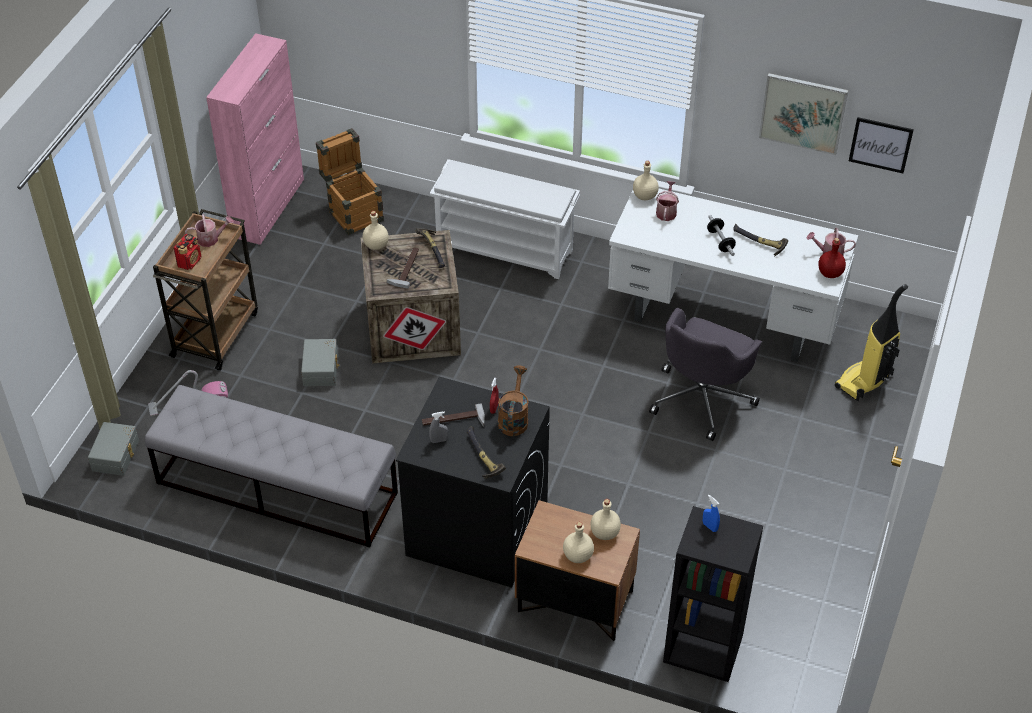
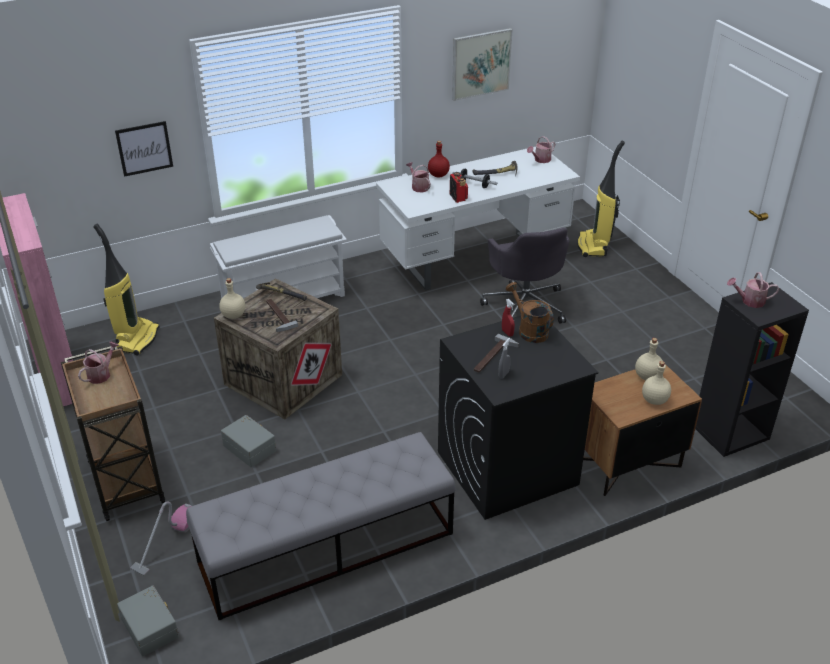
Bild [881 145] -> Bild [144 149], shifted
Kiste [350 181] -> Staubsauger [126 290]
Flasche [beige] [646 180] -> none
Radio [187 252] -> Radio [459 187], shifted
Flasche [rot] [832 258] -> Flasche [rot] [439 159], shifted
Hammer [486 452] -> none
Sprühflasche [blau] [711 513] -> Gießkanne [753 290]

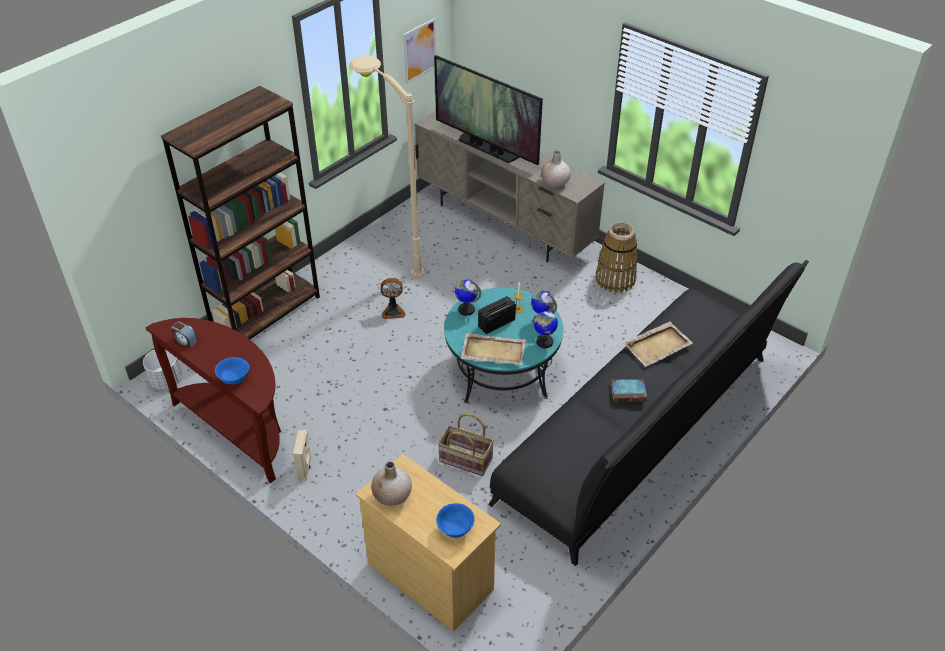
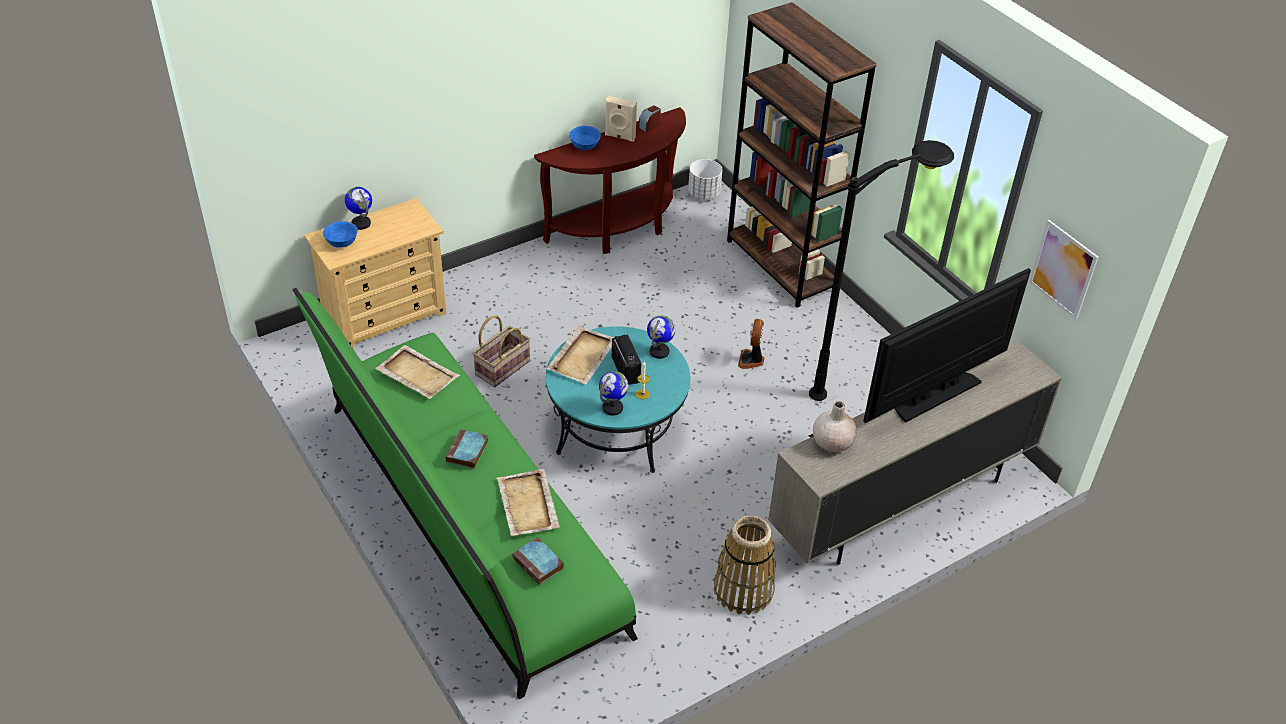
Stehlampe [beige] [387 166] -> Stehlampe [schwarz] [881 270]
Sofa [schwarz] [648 413] -> Sofa [grün] [465 493]
Globus [546 328] -> Globus [358 208], shifted
Lautsprecher [beige] [302 455] -> Lautsprecher [beige] [621 119], shifted
Vase [beige] [391 483] -> none
none -> Tablett [beige] [417 372]
none -> Buch [538 561]

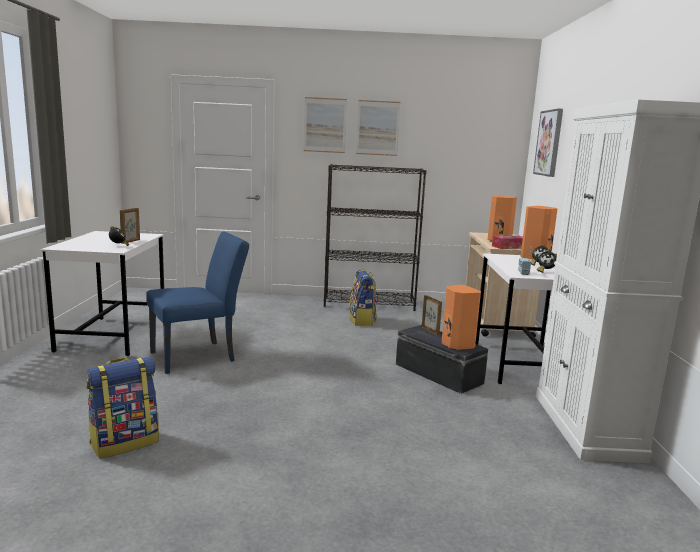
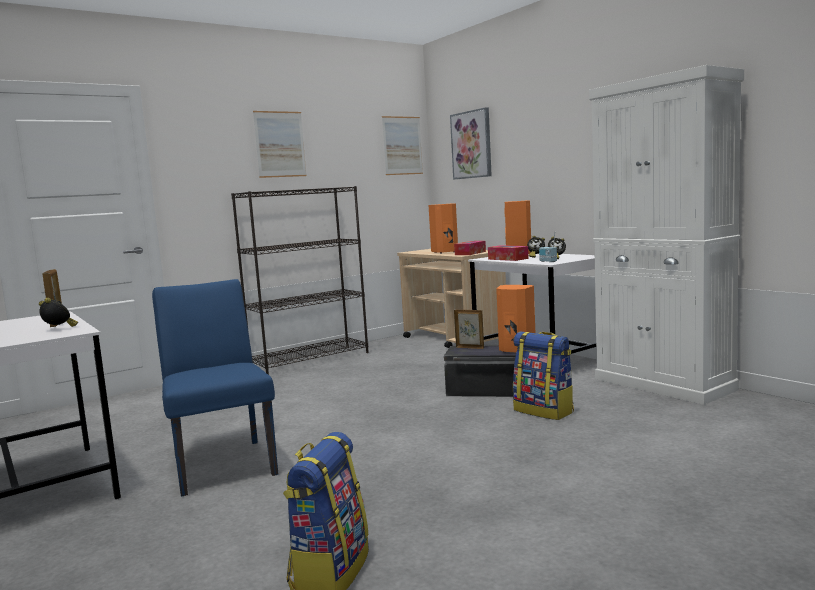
Bild [325 125] -> Bild [402 145], shifted
Stuhl [blau] [197 303] -> Stuhl [blau] [215 387], 45 degrees counterclockwise
Rucksack [363 297] -> Rucksack [543 375], shifted
none -> Taschentuchbox [508 253]

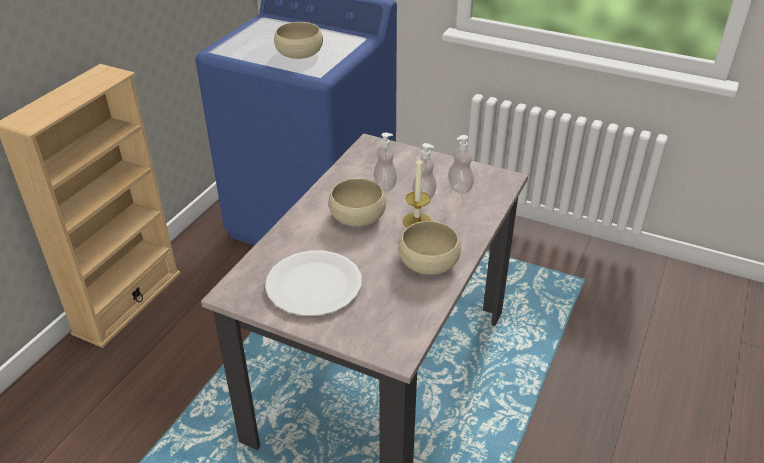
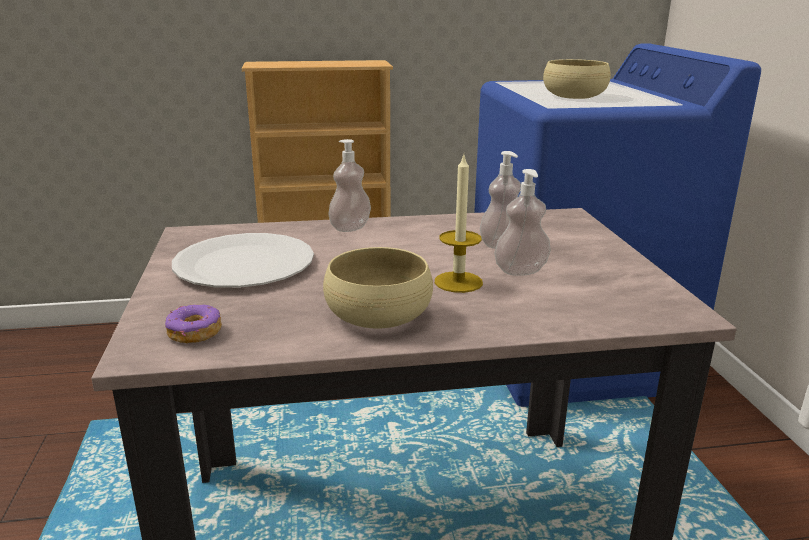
Seifenspender [461 164] -> Seifenspender [349 185], shifted
Schüssel [beige] [357 202] -> none
none -> Donut [193 323]

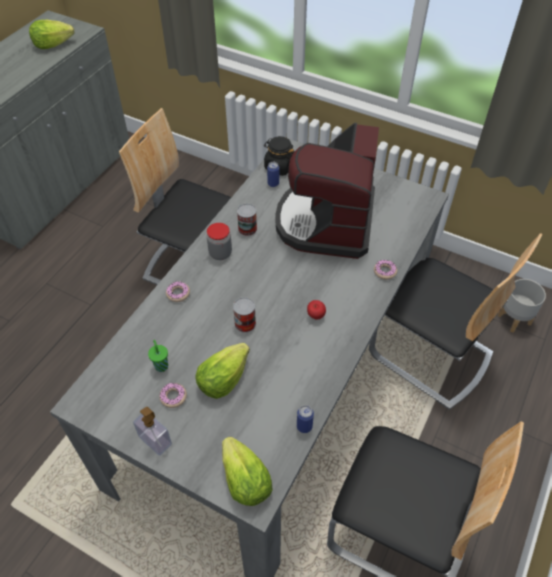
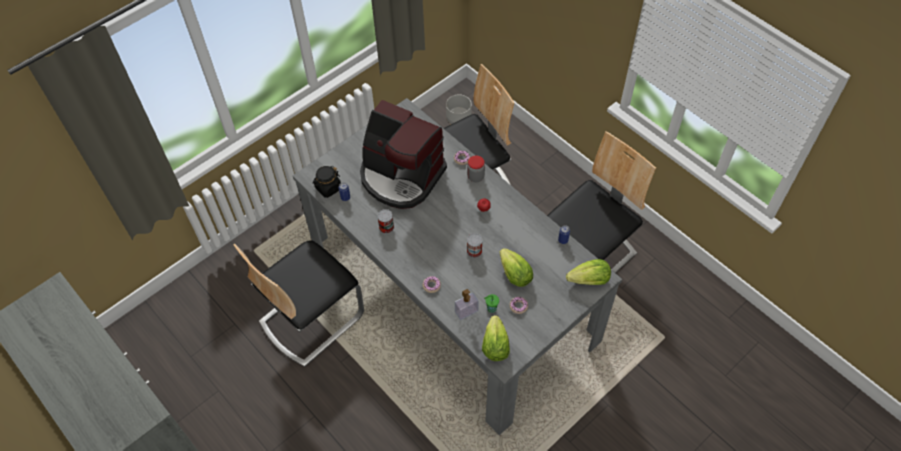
Salatkopf [51 34] -> Salatkopf [496 338], shifted
Vorratsglas [219 241] -> Vorratsglas [476 169], shifted
Seifenspender [152 431] -> Seifenspender [467 304], shifted

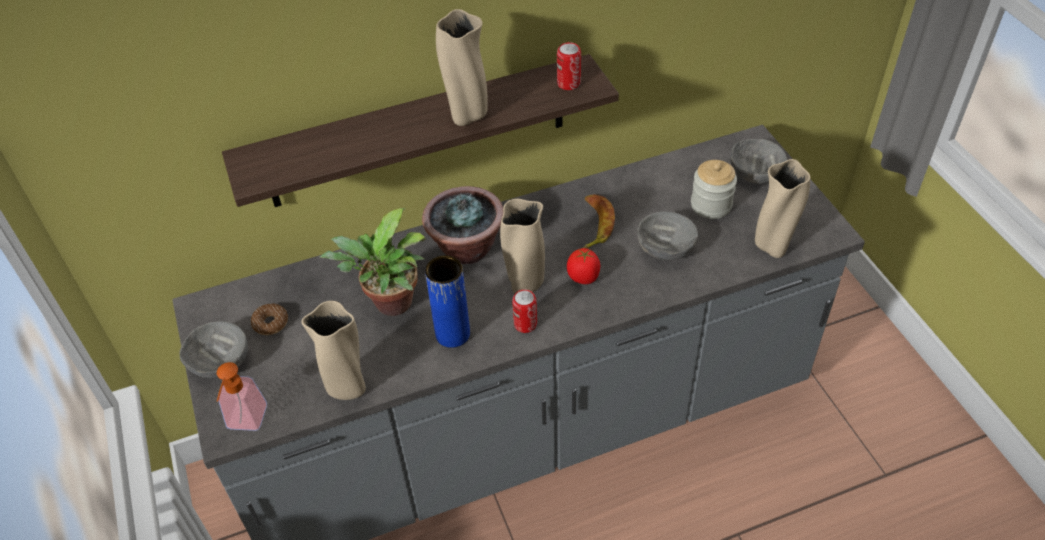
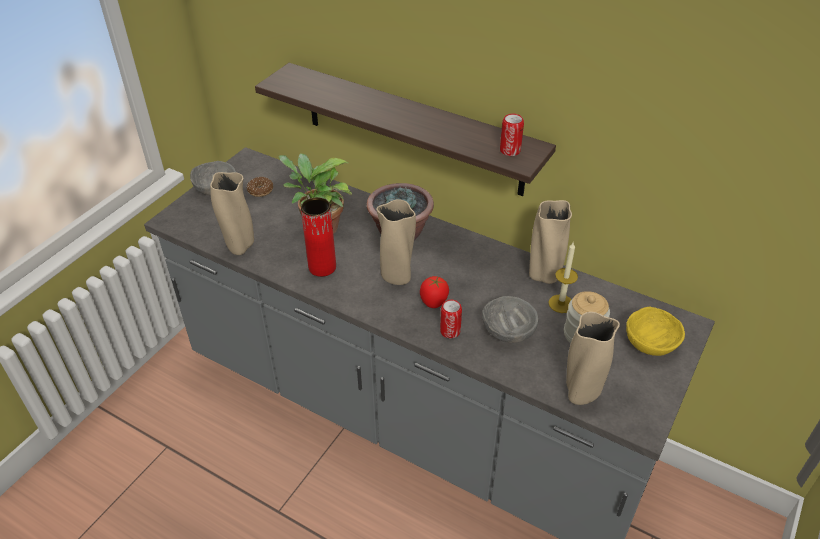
Vase [beige] [462 67] -> Vase [beige] [550 242], shifted
Schüssel [grau] [758 161] -> Schüssel [gelb] [655 331]
Banane [599 221] -> none
Vase [blau] [447 301] -> Vase [rot] [318 237]
Dose [524 311] -> Dose [451 319], shifted
Seifenspender [242 396] -> none
none -> Kerze [563 278]

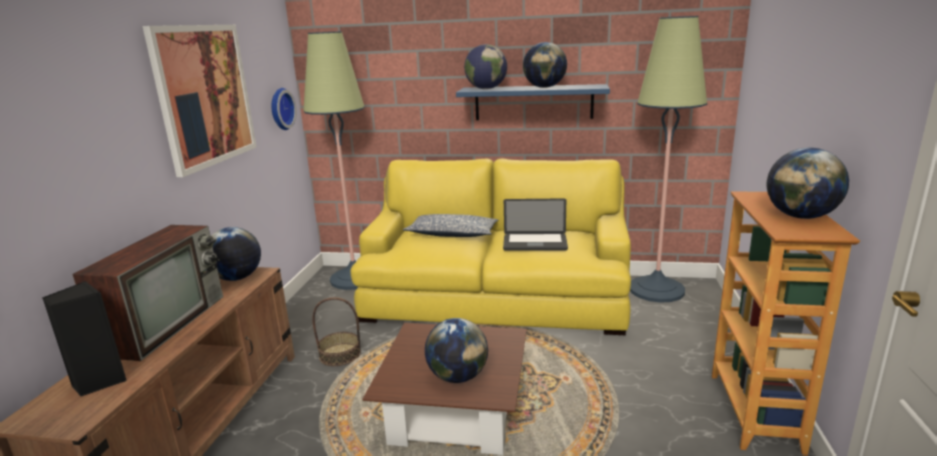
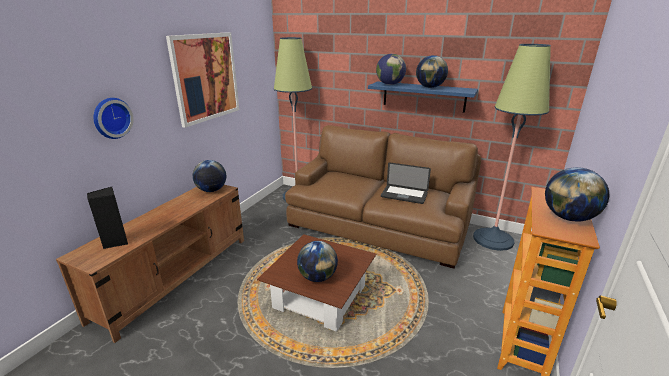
Wanduhr [284 109] -> Wanduhr [113 118], shifted
Sofa [gelb] [491 247] -> Sofa [braun] [383 197]
Kissen [450 225] -> none
Fernseher [147 293] -> none
Korb [336 331] -> none

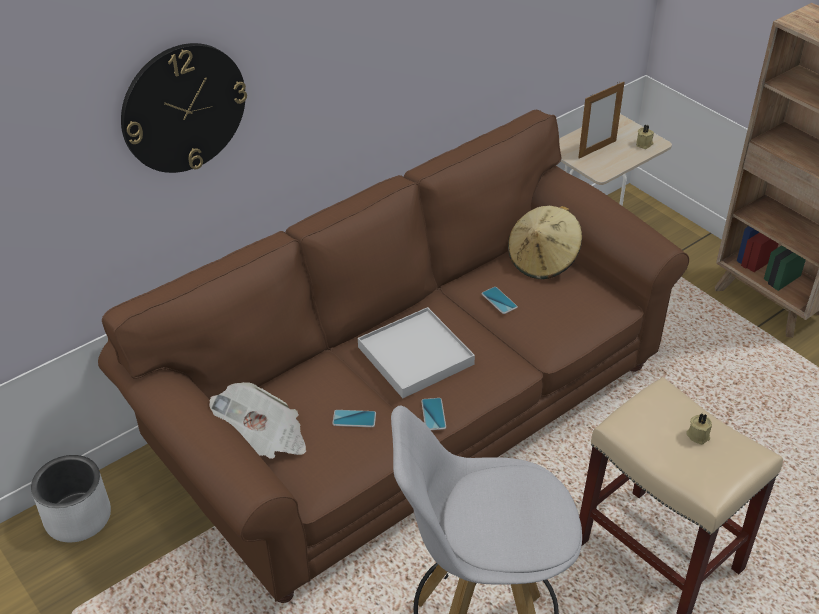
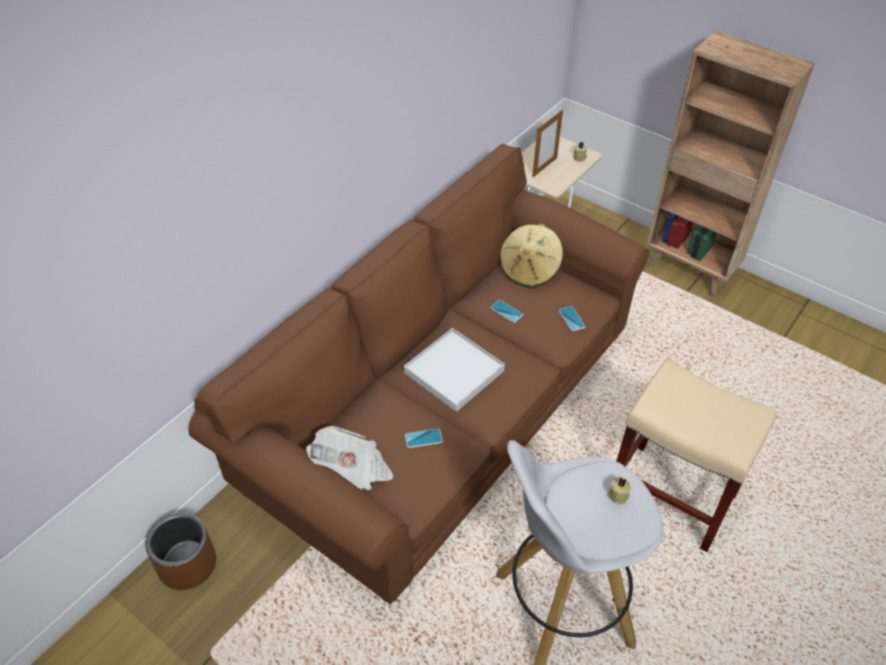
Wanduhr [184 108] -> none
Handy [433 414] -> Handy [572 318], shifted
Kerze [beige] [699 429] -> Kerze [beige] [619 490], shifted
Pflanzkübel [weiß] [71 498] -> Pflanzkübel [braun] [180 551]

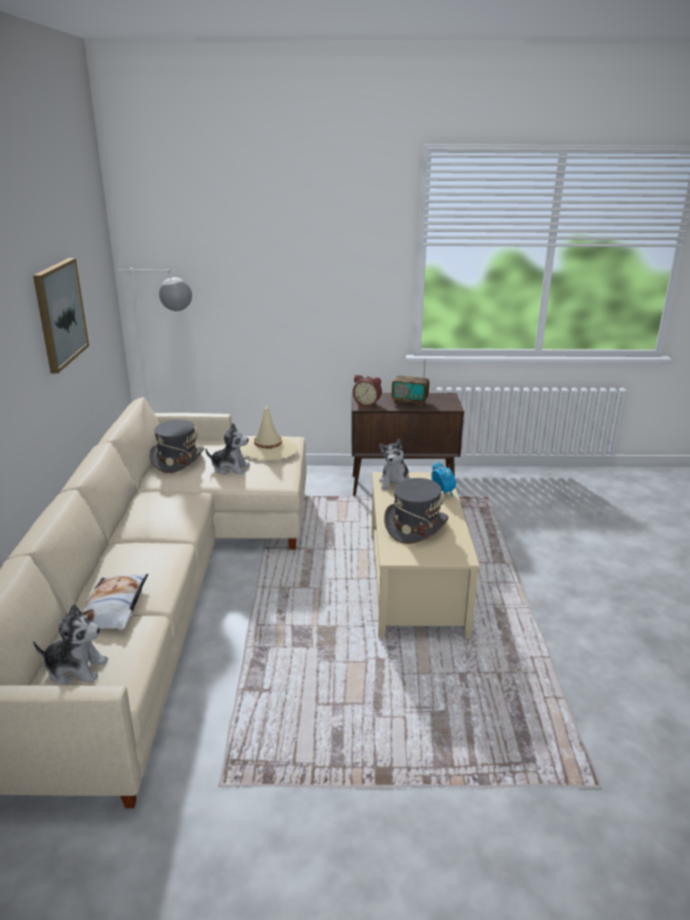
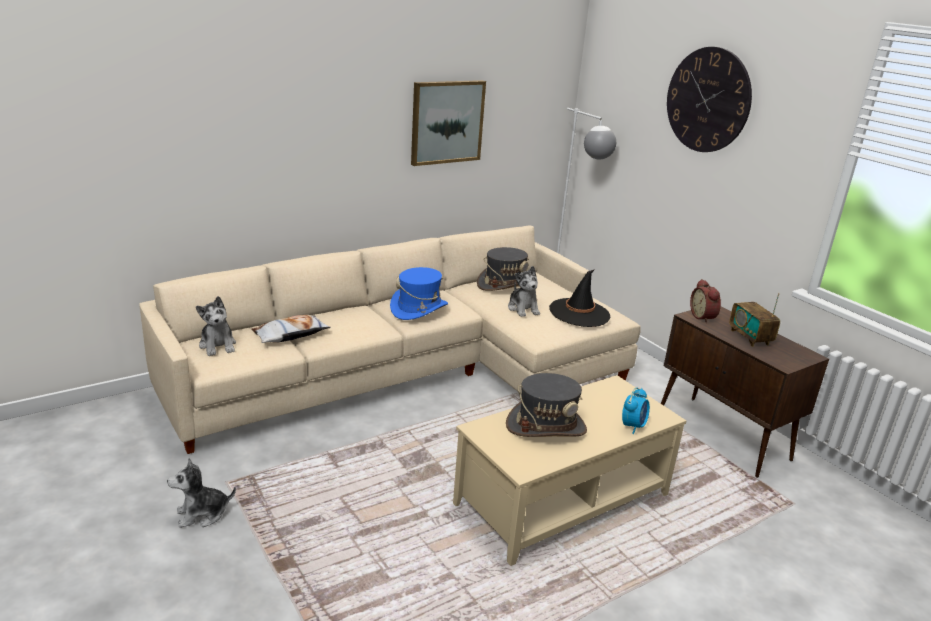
Hut [beige] [269 432] -> Hut [schwarz] [580 298]
Plüschtier [394 464] -> Plüschtier [201 493], shifted
none -> Wanduhr [709 99]
none -> Hut [blau] [419 293]

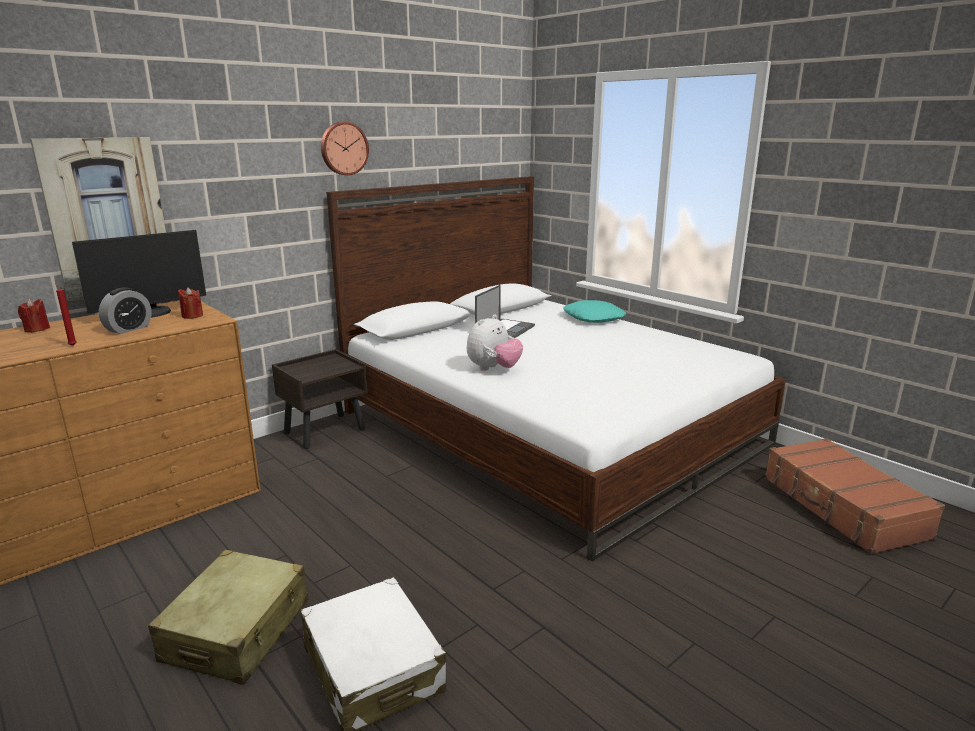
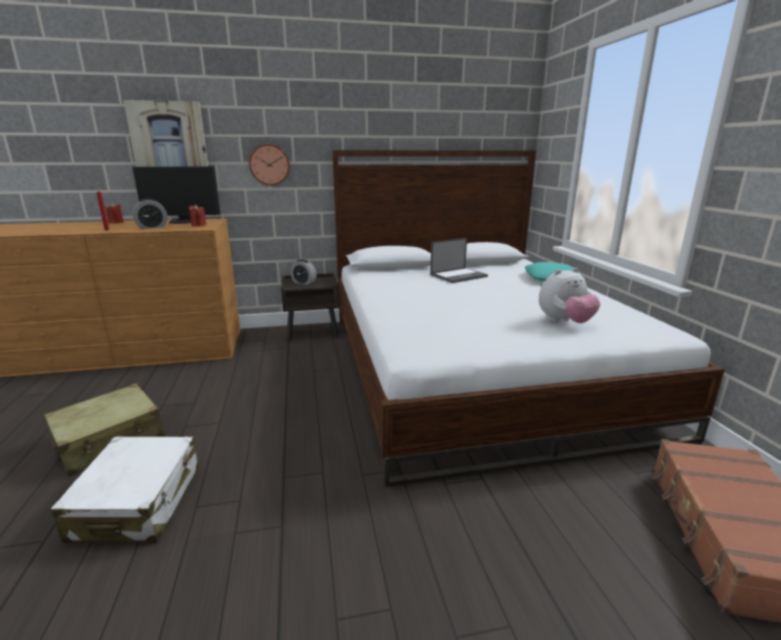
Wanduhr [345 148] -> Wanduhr [269 165], shifted
Plüschtier [495 343] -> Plüschtier [569 295], shifted
none -> Wecker [303 272]

